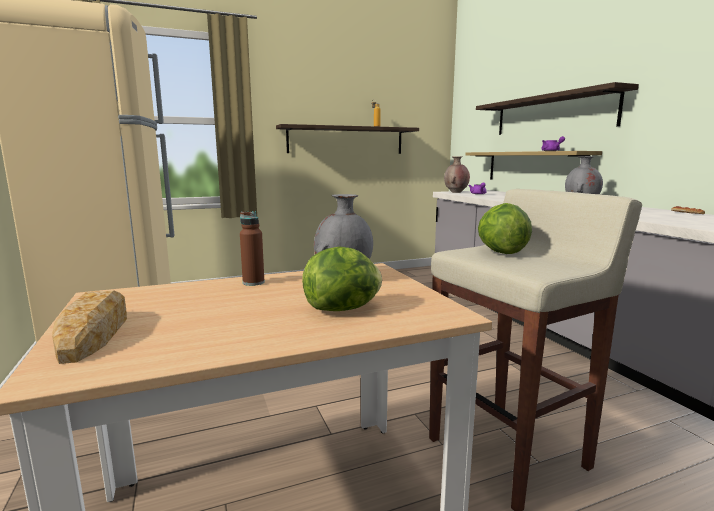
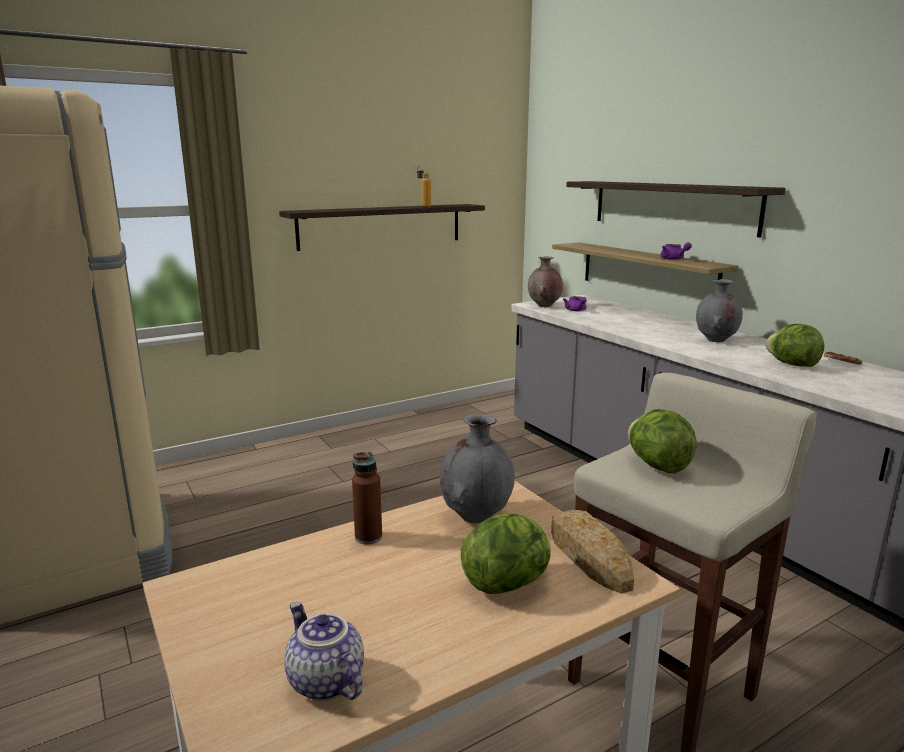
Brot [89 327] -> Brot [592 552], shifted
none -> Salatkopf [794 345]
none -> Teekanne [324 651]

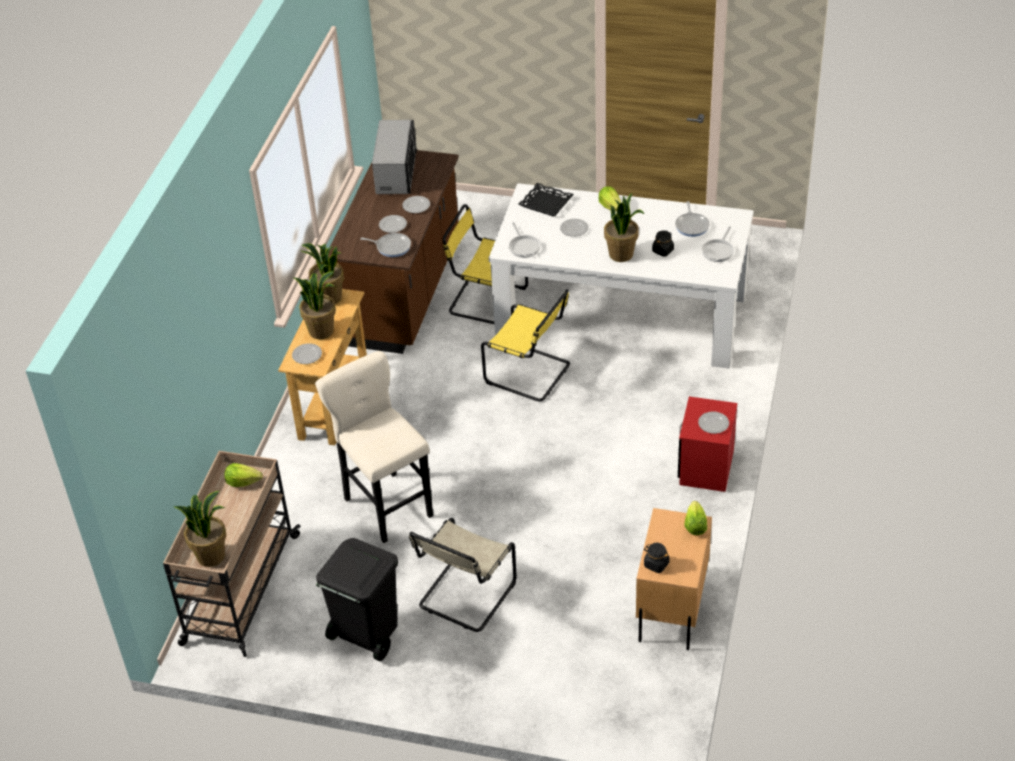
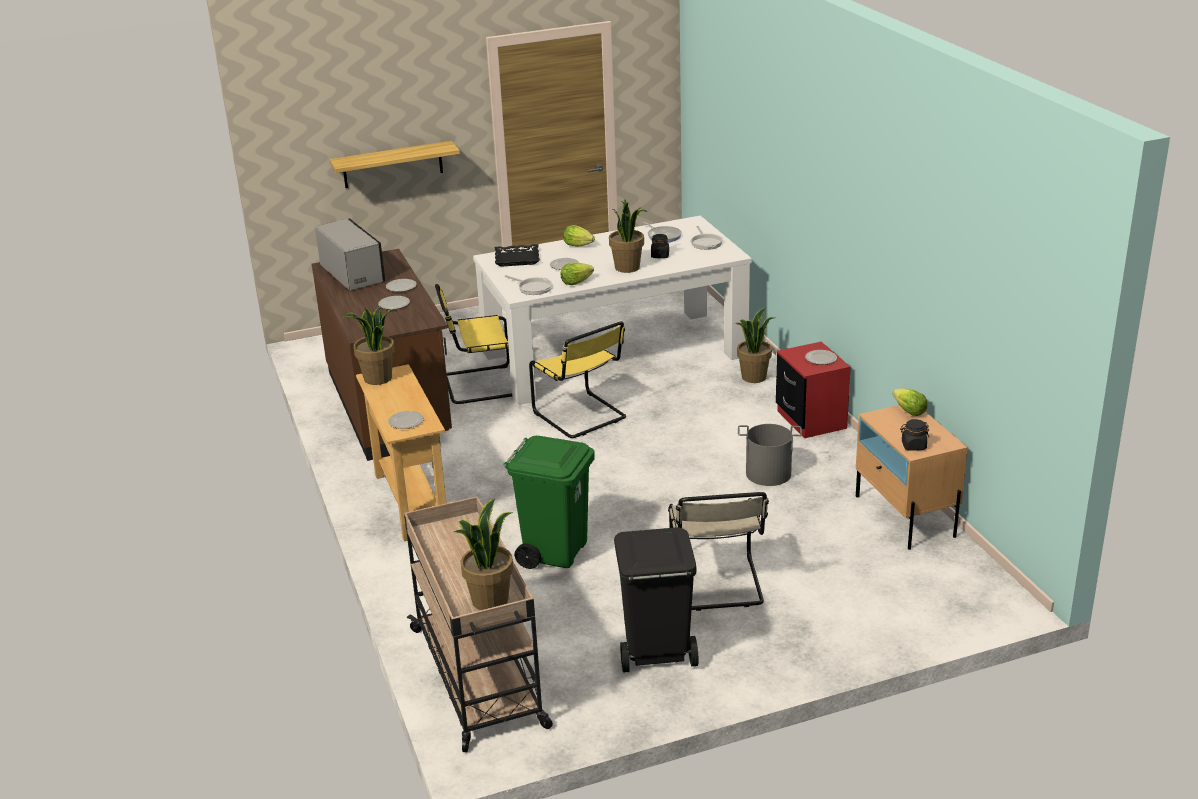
Pfanne [385 245] -> none
Topfpflanze [314 305] -> Topfpflanze [754 345], shifted
Stuhl [gelb] [525 345] -> Stuhl [gelb] [577 379], 60 degrees clockwise
Hocker [beige] [374 447] -> Mülleimer [grün] [549 502]
Salatkopf [243 475] -> Salatkopf [577 274], shifted
none -> Wandregal [394 164]
none -> Eimer [grau] [770 455]

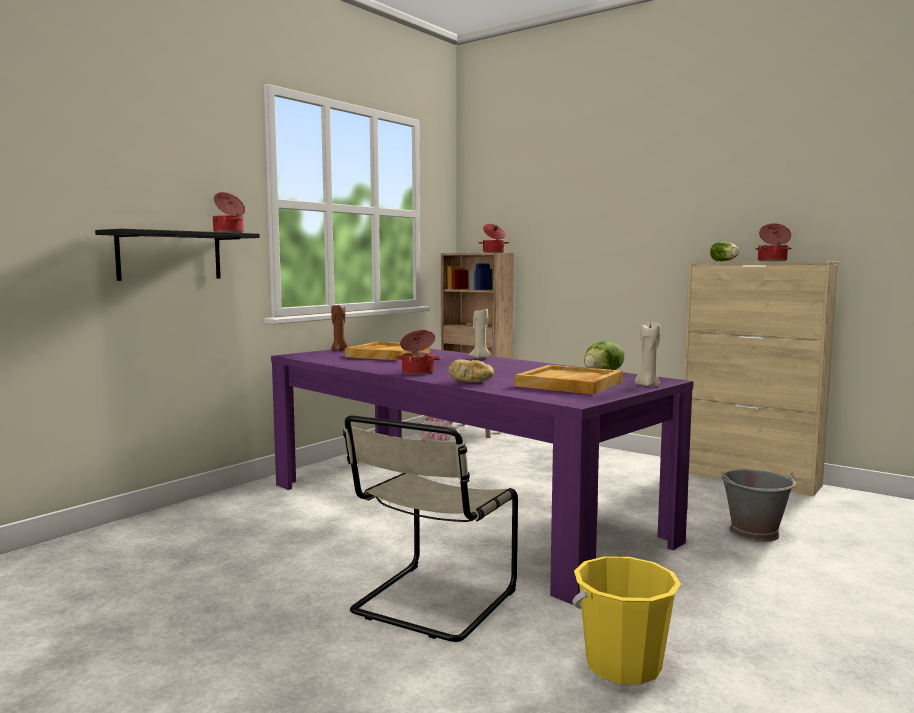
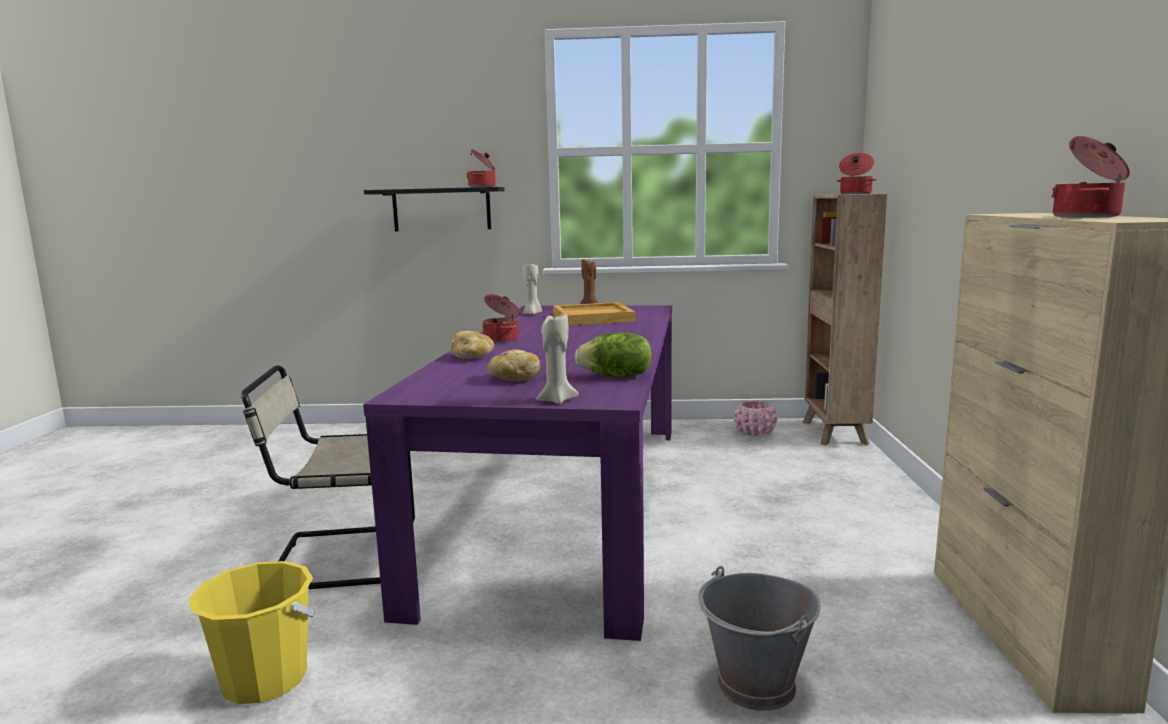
Salatkopf [724 251] -> none
Kerze [beige] [480 333] -> Kerze [beige] [532 289], shifted
Tablett [beige] [569 379] -> Brot [513 365]

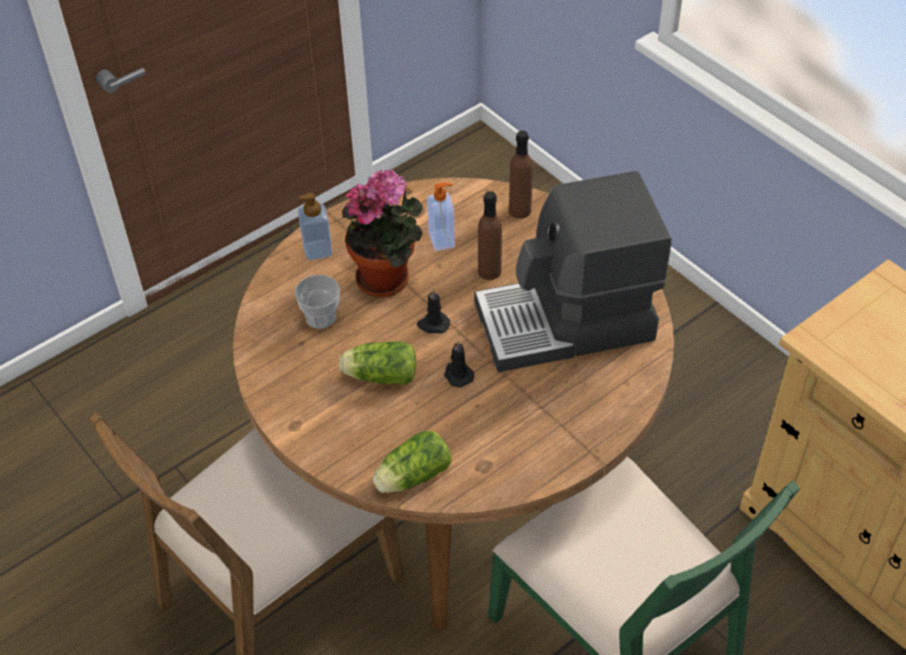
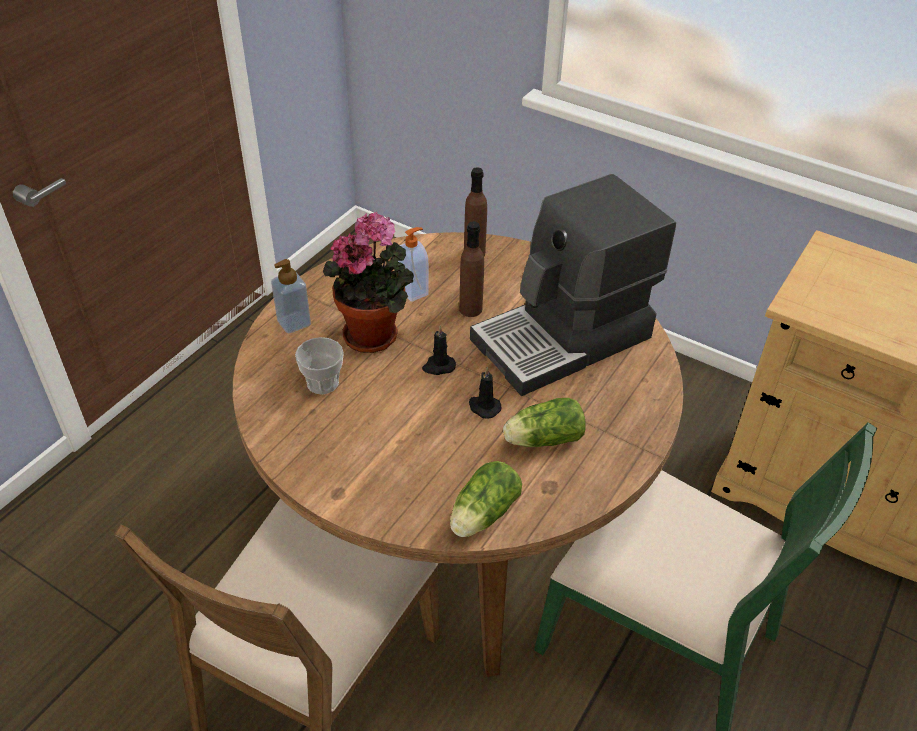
Salatkopf [378 363] -> Salatkopf [544 422], shifted

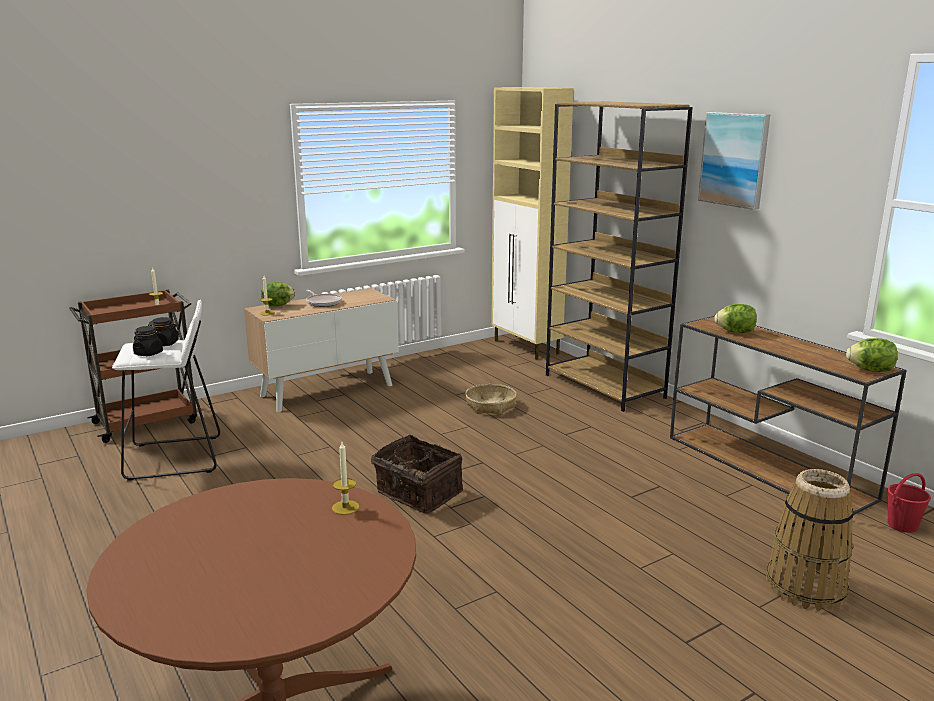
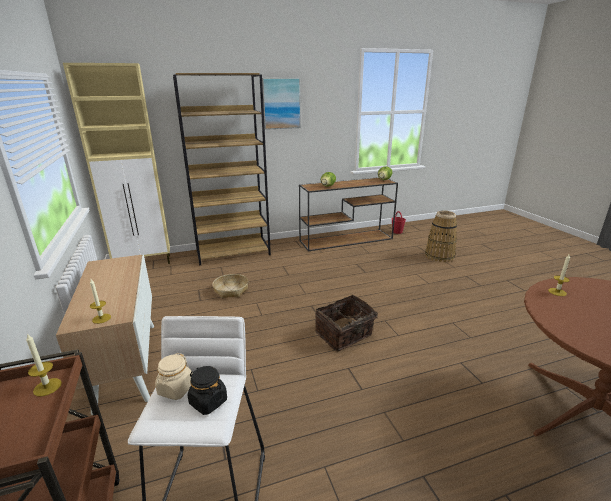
Salatkopf [278 294] -> none
Pfanne [324 298] -> none
Vorratsglas [schwarz] [163 331] -> Vorratsglas [beige] [173 376]

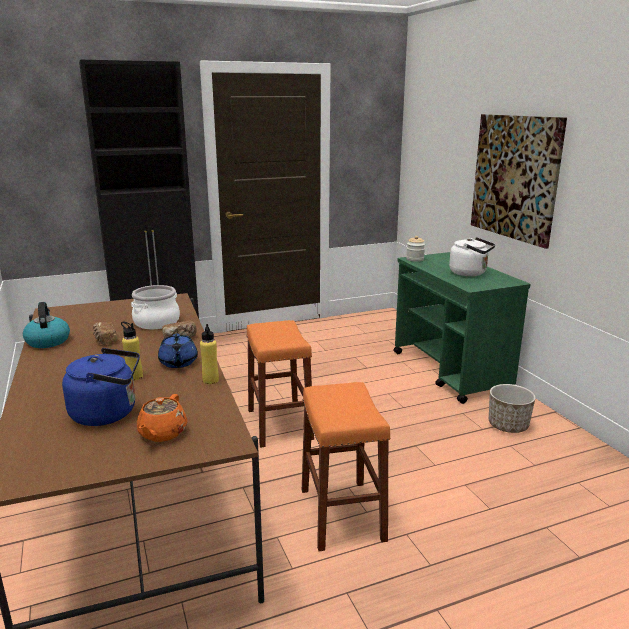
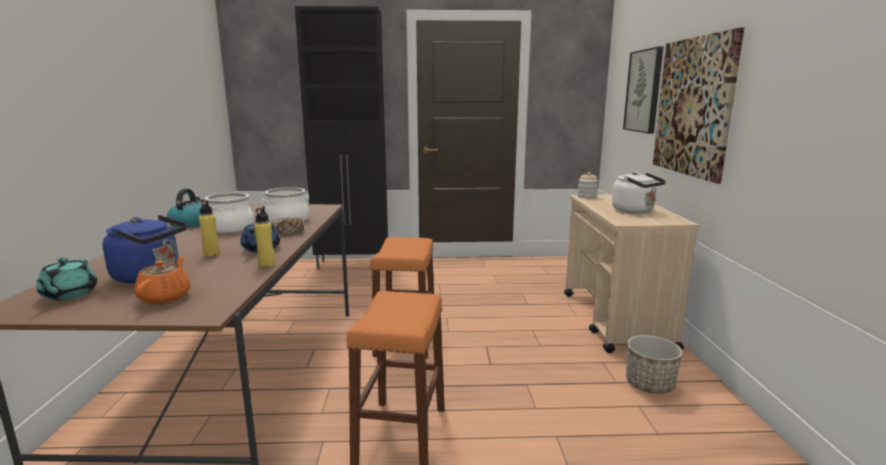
Rollwagen [grün] [462 328] -> Rollwagen [beige] [631 274]
Brot [105 333] -> Kochtopf [229 213]
Teekanne [orange] [162 418] -> Teekanne [orange] [163 280], 150 degrees clockwise
none -> Bild [643 90]
none -> Teekanne [türkis] [67 279]

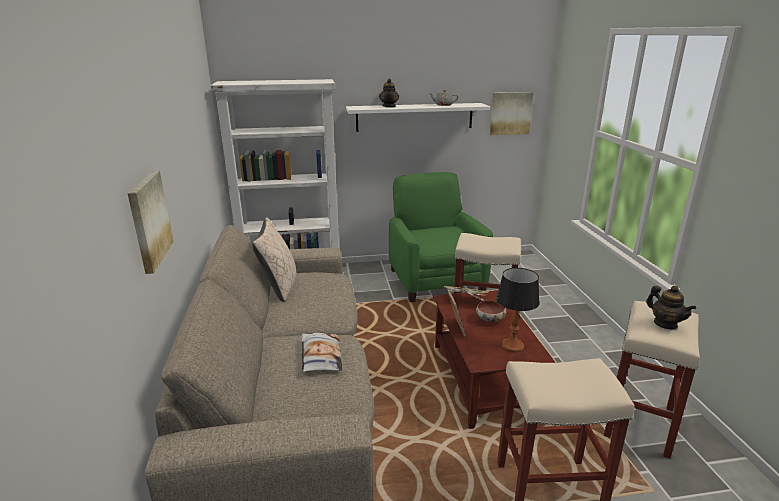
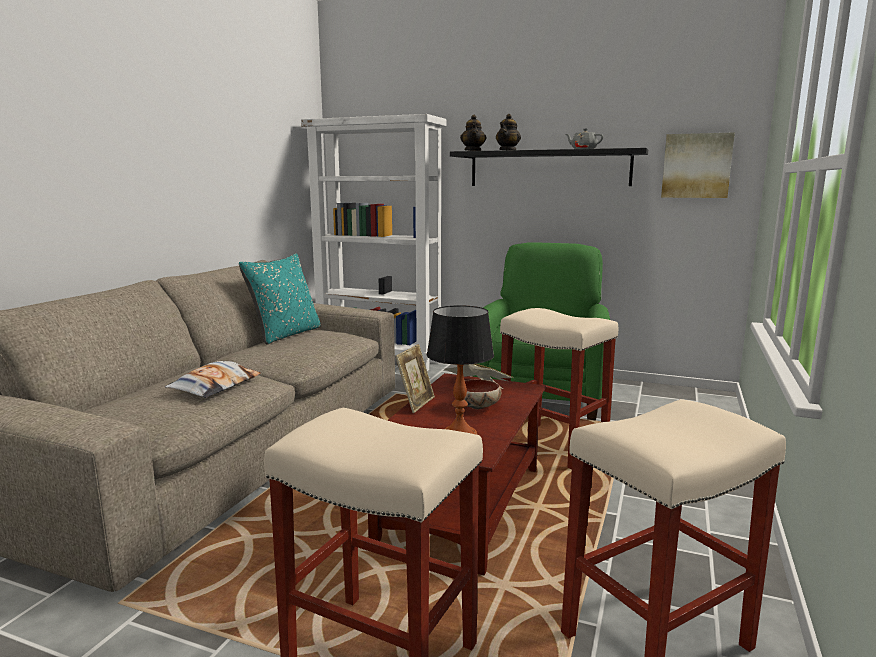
Wandregal [weiß] [418 117] -> Wandregal [schwarz] [549 167]
Bild [150 222] -> none
Kissen [beige] [274 259] -> Kissen [türkis] [280 298]
Teekanne [671 308] -> Teekanne [473 133], shifted

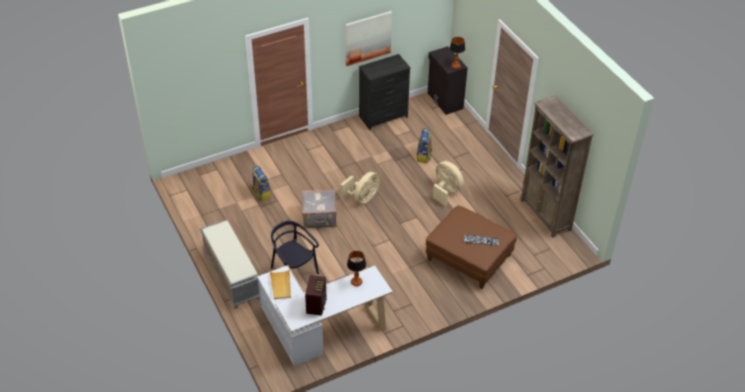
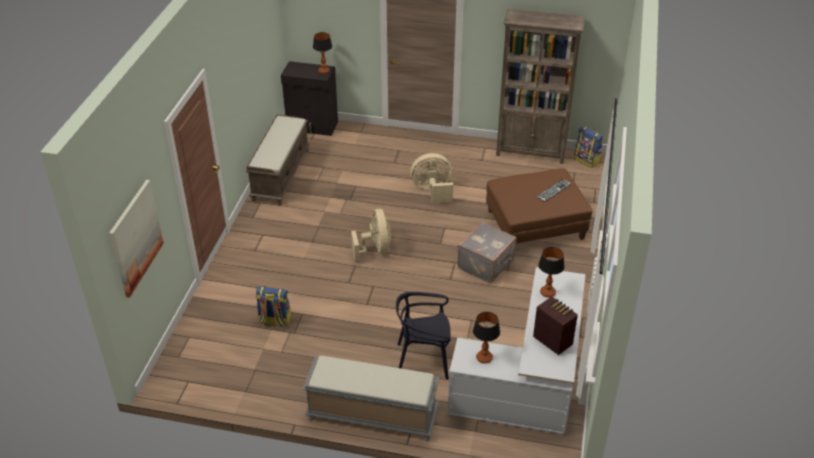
Bild [368 38] -> Bild [136 239], shifted
Kommode [schwarz] [385 92] -> Bank [braun] [278 160]
Rucksack [424 145] -> Rucksack [588 147], shifted
Koffer [grau] [319 208] -> Koffer [grau] [487 252], shifted
Tablett [beige] [280 284] -> Tischlampe [486 338]

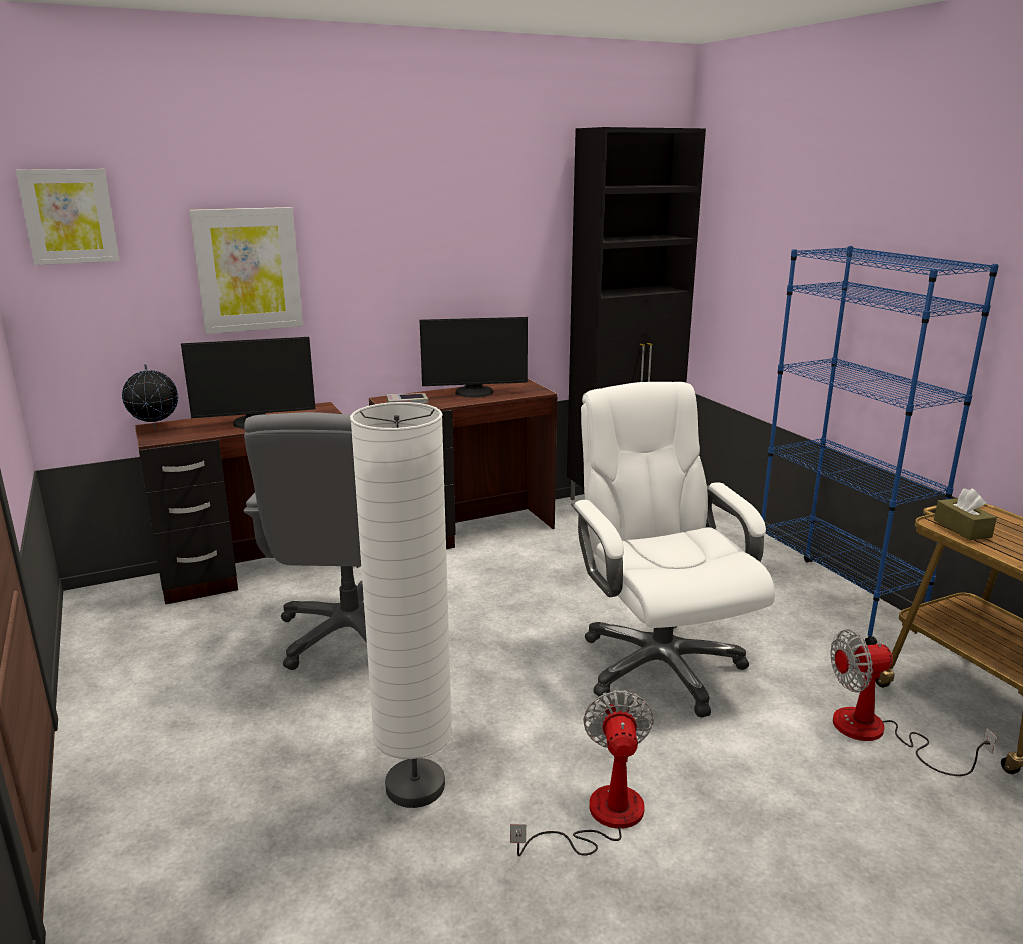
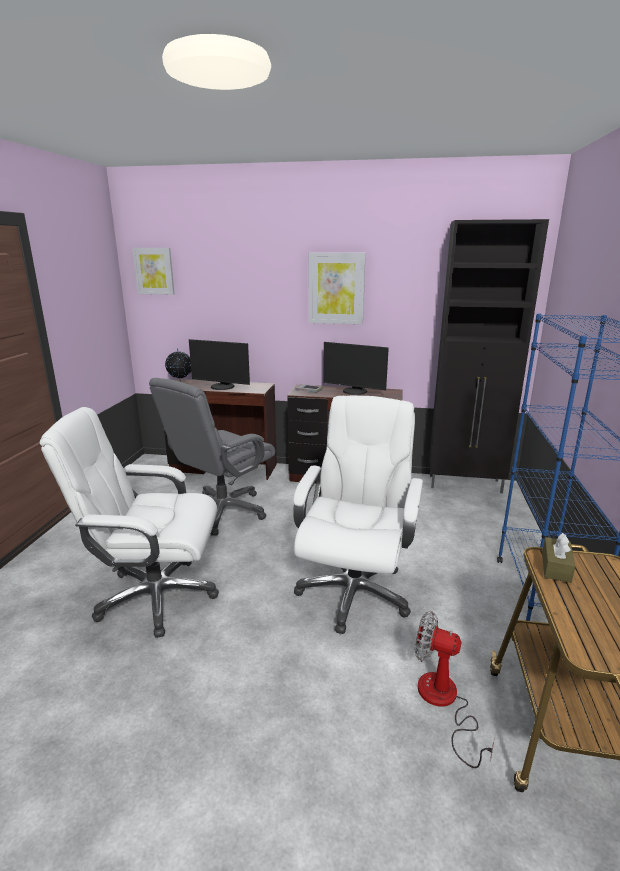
Bild [246 270] -> Bild [337 288], shifted
Stehlampe [weiß] [401 605] -> Bürostuhl [weiß] [129 522]
Ventilator [582 773] -> none

